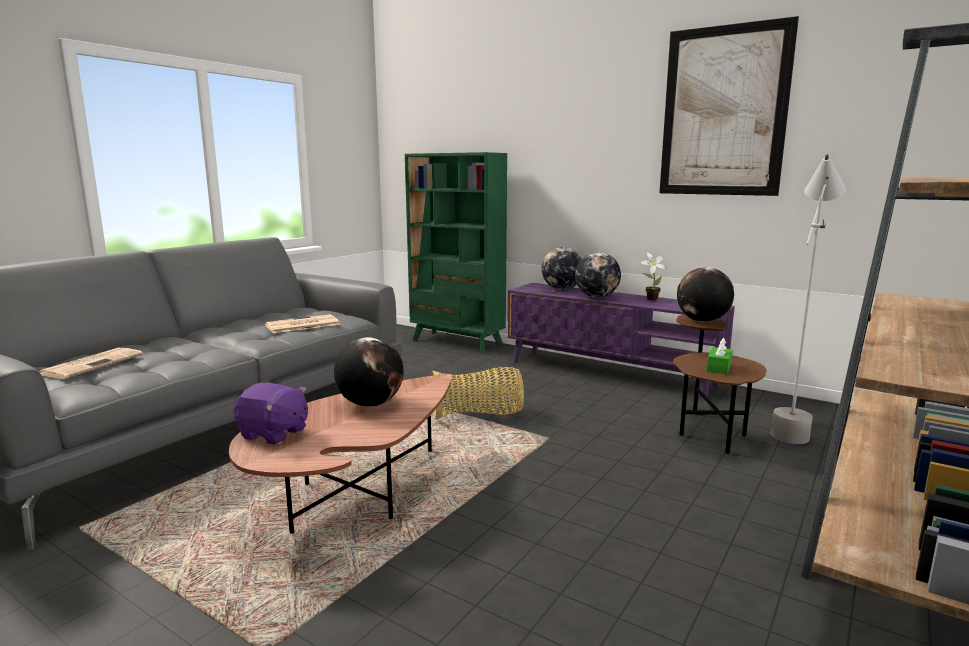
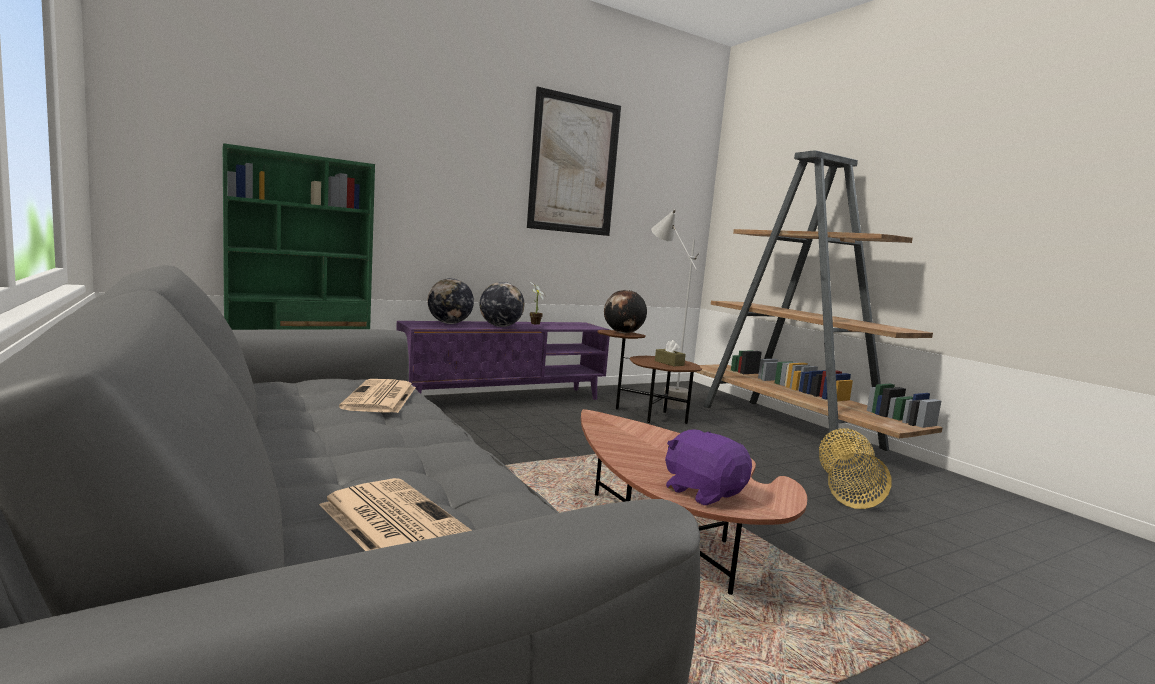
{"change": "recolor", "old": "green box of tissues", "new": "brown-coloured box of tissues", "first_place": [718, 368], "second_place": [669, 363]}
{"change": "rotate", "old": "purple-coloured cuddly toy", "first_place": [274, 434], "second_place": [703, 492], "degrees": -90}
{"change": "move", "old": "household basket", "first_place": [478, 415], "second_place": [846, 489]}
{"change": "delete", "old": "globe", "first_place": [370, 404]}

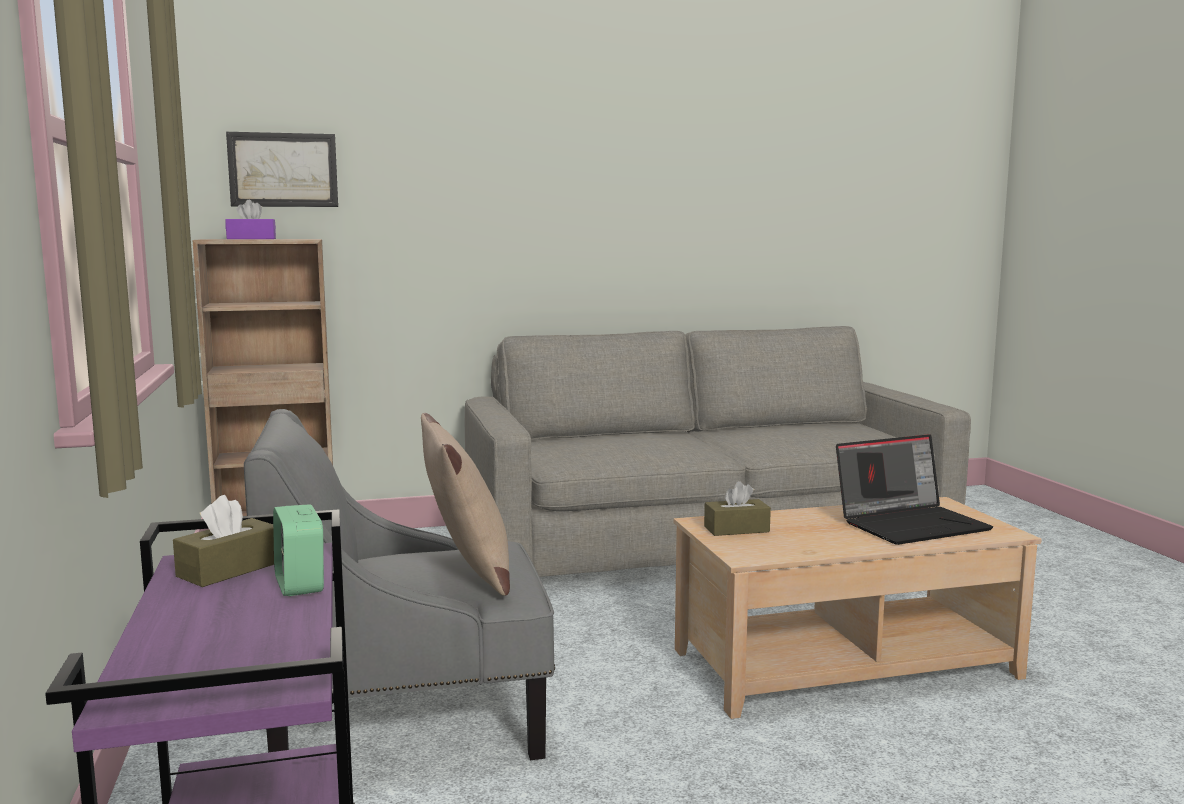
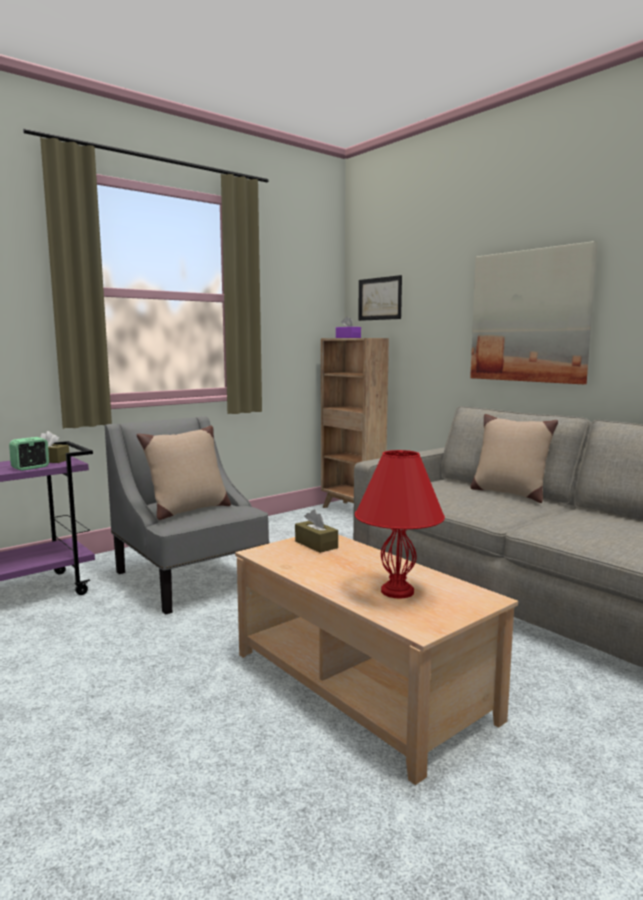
{"change": "replace", "old": "portable computer", "new": "red lamp for a table", "first_place": [911, 524], "second_place": [398, 591]}
{"change": "insert", "new": "wall picture", "second_place": [530, 316]}
{"change": "insert", "new": "sand-coloured cushion", "second_place": [508, 493]}

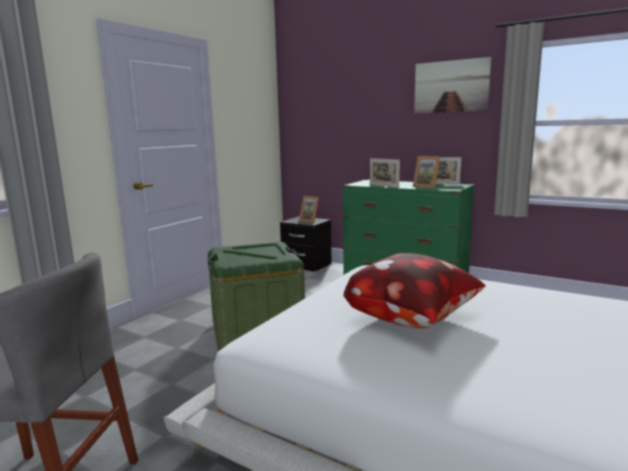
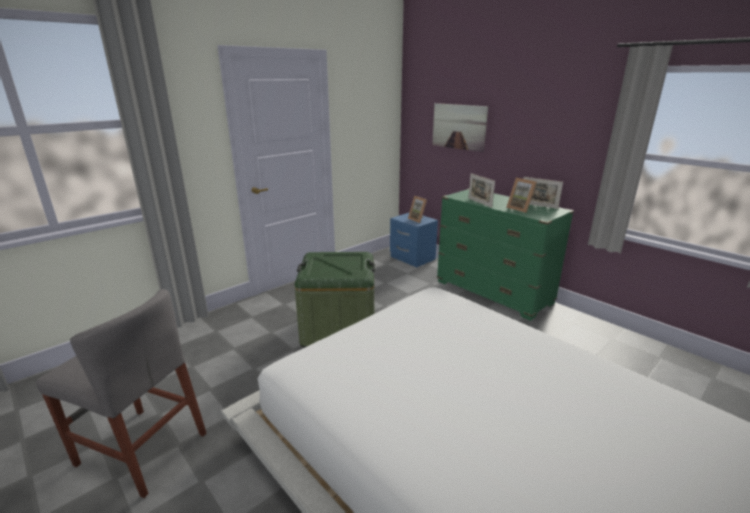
{"change": "recolor", "old": "black nightstand", "new": "blue nightstand", "first_place": [306, 265], "second_place": [412, 258]}
{"change": "move", "old": "wall picture", "first_place": [451, 86], "second_place": [459, 126]}
{"change": "delete", "old": "cushion", "first_place": [414, 320]}

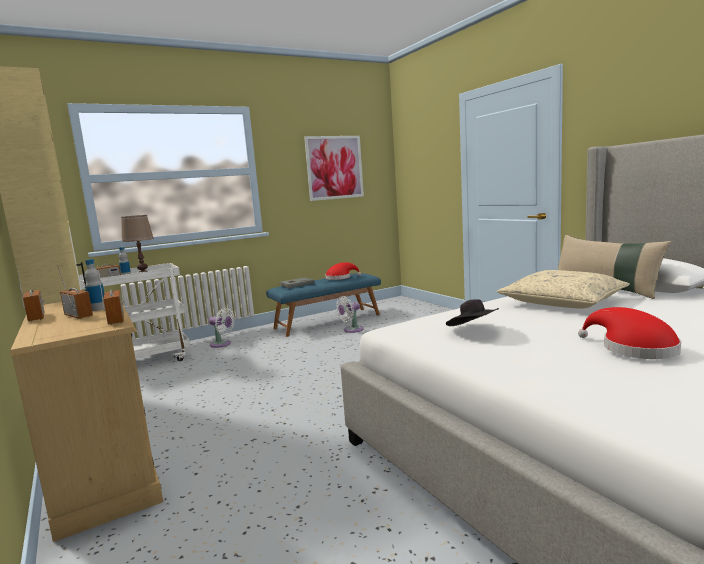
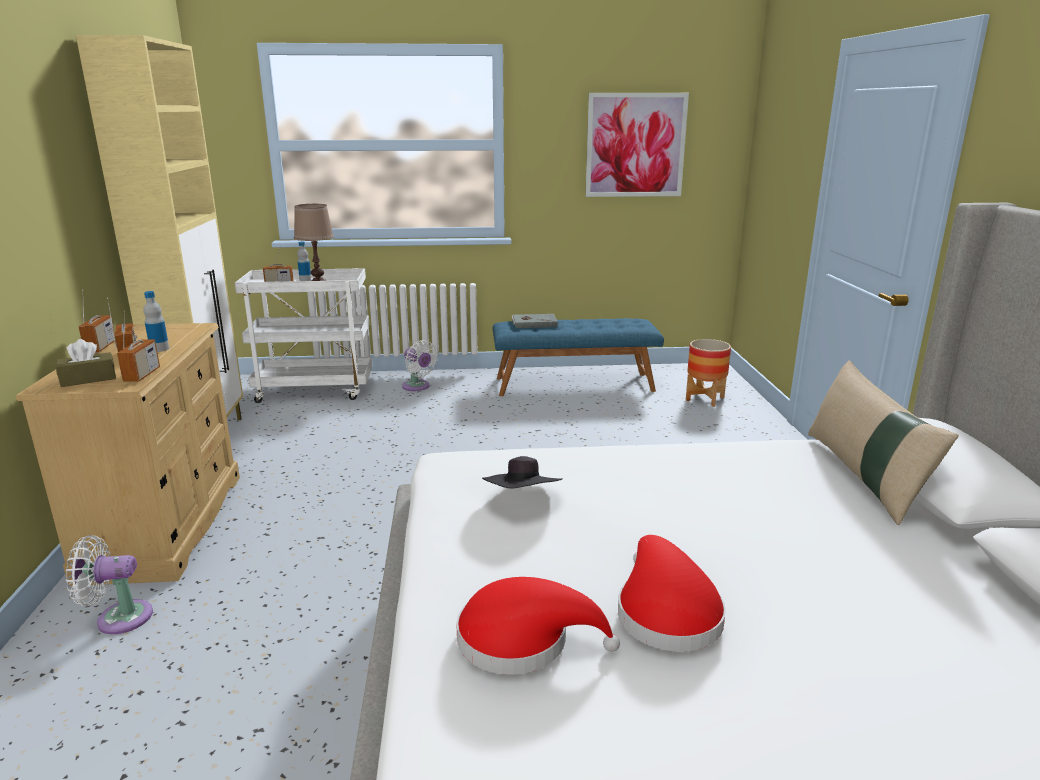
{"change": "insert", "new": "brown-coloured box of tissues", "second_place": [88, 379]}
{"change": "move", "old": "white-coloured fan", "first_place": [351, 330], "second_place": [118, 618]}
{"change": "move", "old": "red clothing hat", "first_place": [340, 278], "second_place": [522, 640]}
{"change": "insert", "new": "flower pot", "second_place": [705, 399]}
{"change": "delete", "old": "sand-coloured cushion", "first_place": [562, 302]}

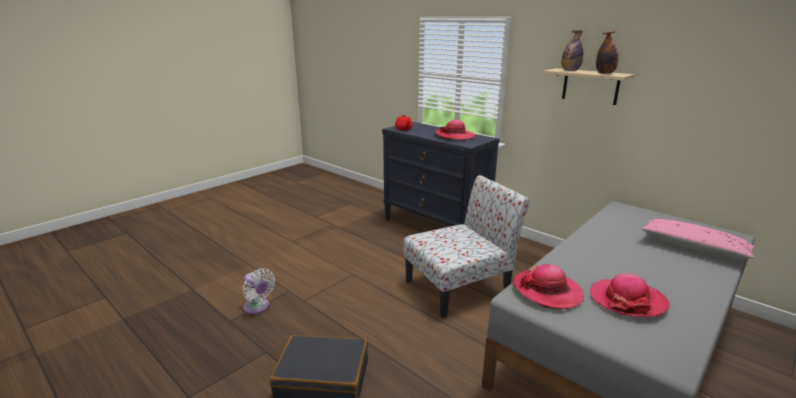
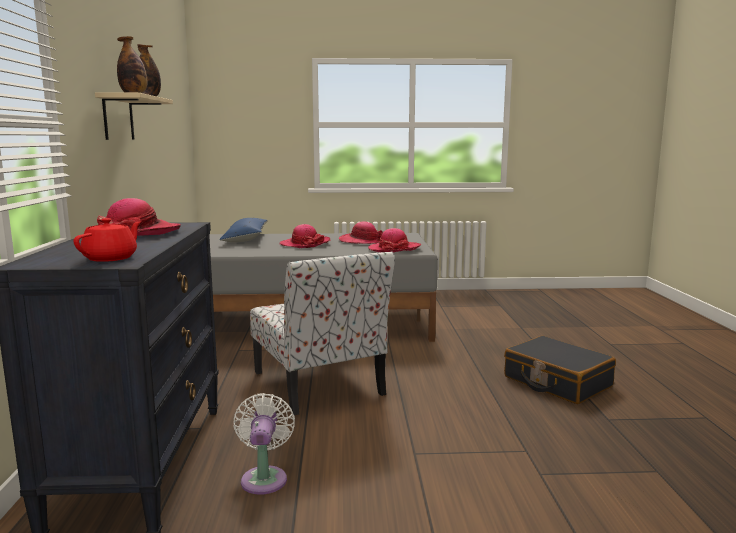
{"change": "recolor", "old": "pinkish cushion", "new": "blue cushion", "first_place": [693, 247], "second_place": [245, 239]}
{"change": "move", "old": "white-coloured fan", "first_place": [258, 307], "second_place": [264, 477]}
{"change": "rotate", "old": "upright chair", "first_place": [460, 286], "second_place": [319, 384], "degrees": -135}
{"change": "insert", "new": "clothing hat", "second_place": [305, 244]}

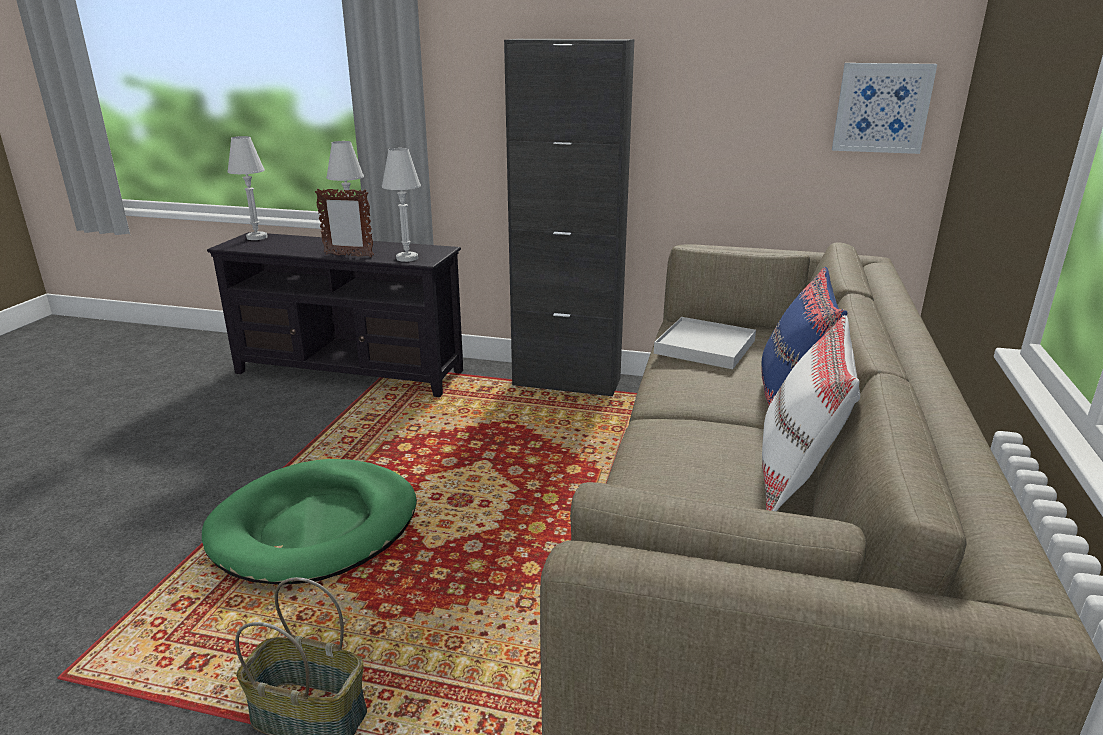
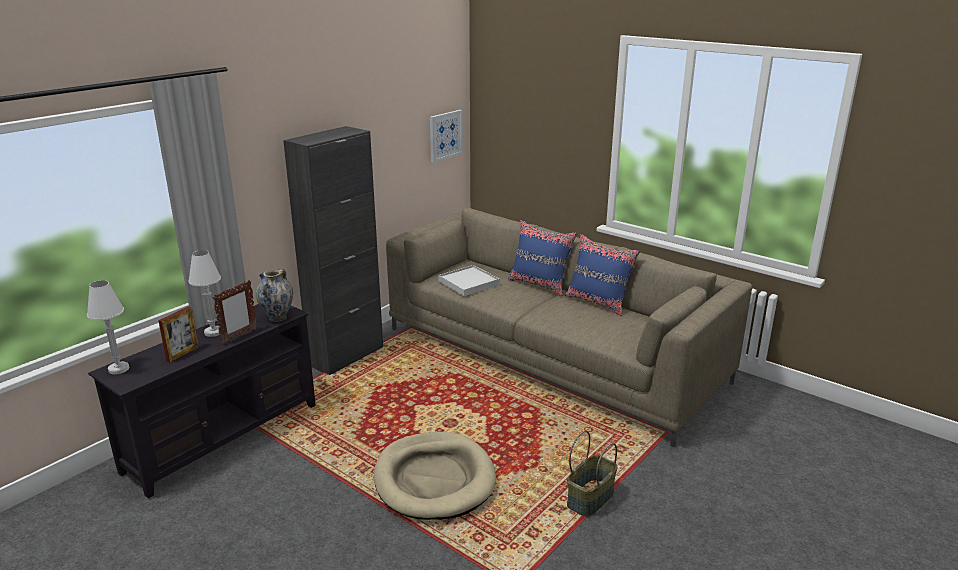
{"change": "insert", "new": "picture frame", "second_place": [183, 354]}
{"change": "replace", "old": "white-coloured lamp for a table", "new": "vase", "first_place": [407, 258], "second_place": [277, 318]}
{"change": "recolor", "old": "green pet bed", "new": "sand-coloured pet bed", "first_place": [316, 527], "second_place": [434, 479]}
{"change": "recolor", "old": "white-coloured cushion", "new": "blue cushion", "first_place": [797, 477], "second_place": [598, 303]}

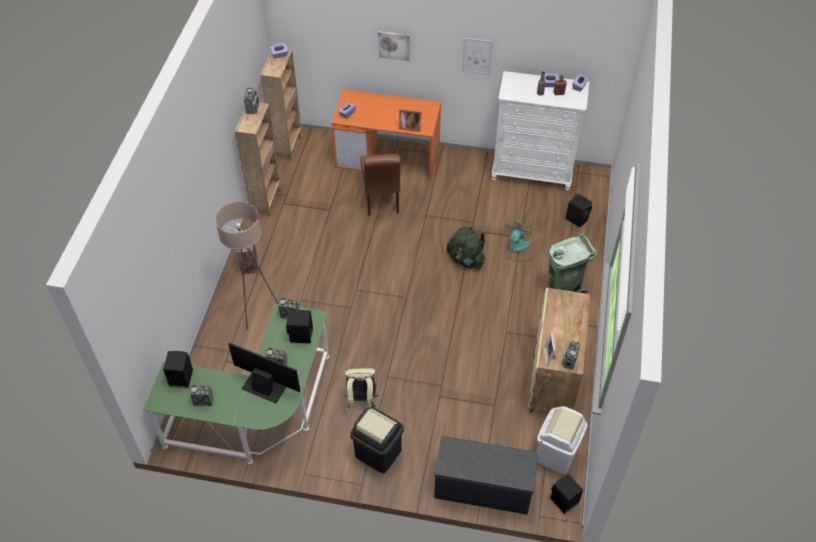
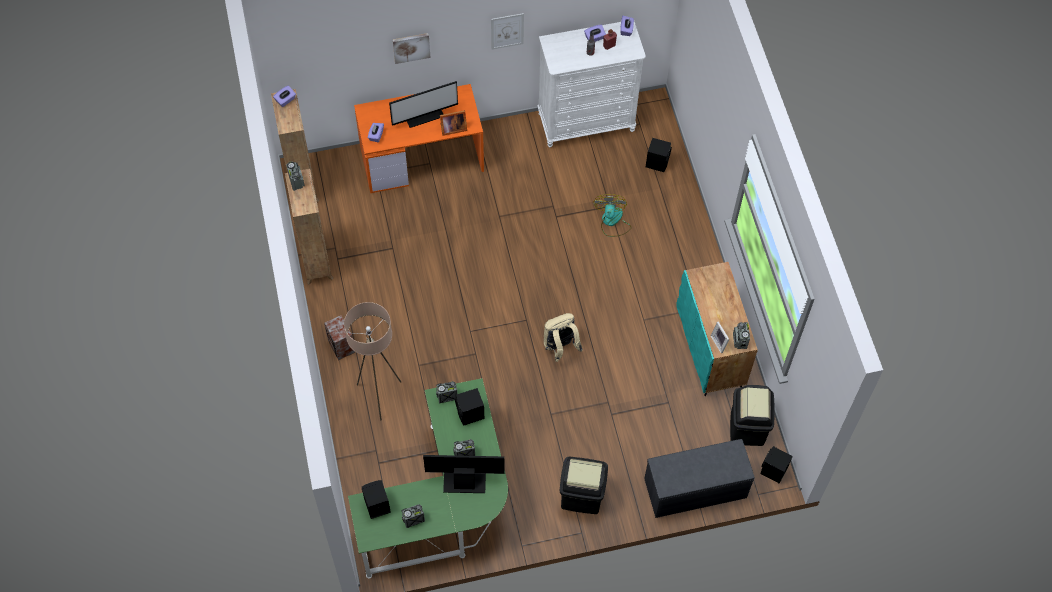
{"change": "insert", "new": "monitor", "second_place": [423, 114]}
{"change": "move", "old": "sand-coloured rucksack", "first_place": [361, 401], "second_place": [560, 347]}
{"change": "recolor", "old": "sand-coloured cabinet", "new": "turquoise cabinet", "first_place": [553, 376], "second_place": [710, 350]}
{"change": "recolor", "old": "white-coloured trash can", "new": "black trash can", "first_place": [556, 454], "second_place": [747, 428]}
{"change": "delete", "old": "brown-coloured upright chair", "first_place": [382, 200]}
{"change": "delete", "old": "green rucksack", "first_place": [465, 259]}
{"change": "delete", "old": "green trash can", "first_place": [564, 289]}

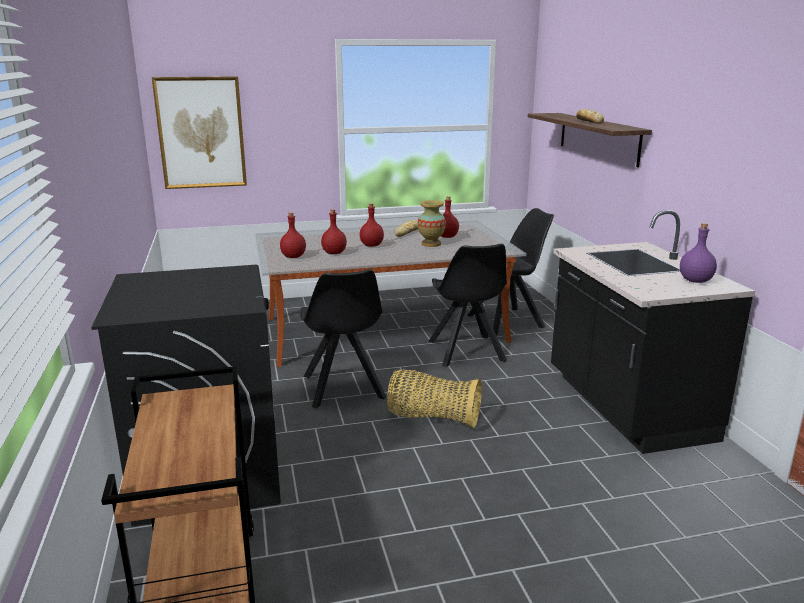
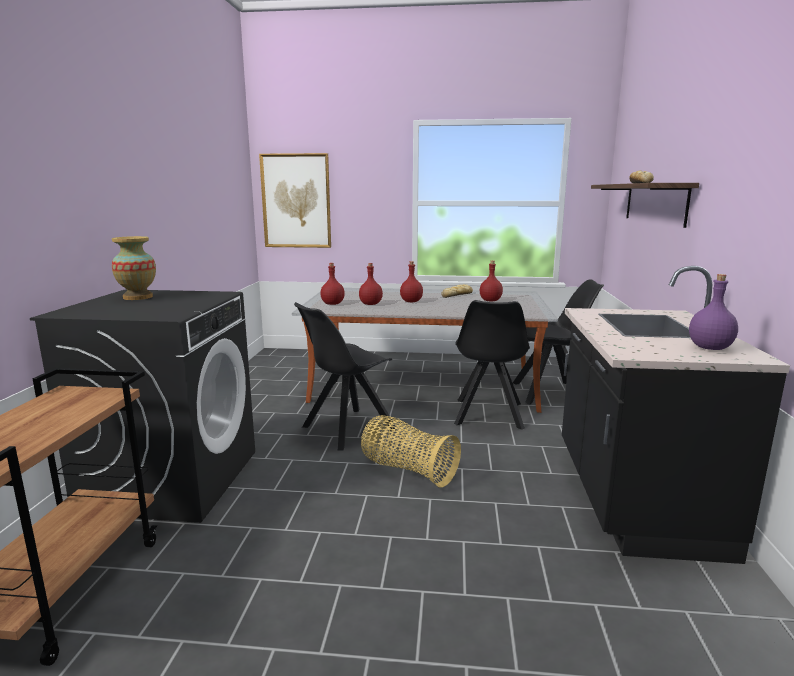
{"change": "move", "old": "vase", "first_place": [431, 244], "second_place": [137, 297]}
{"change": "rotate", "old": "black upright chair", "first_place": [343, 388], "second_place": [346, 429], "degrees": 45}

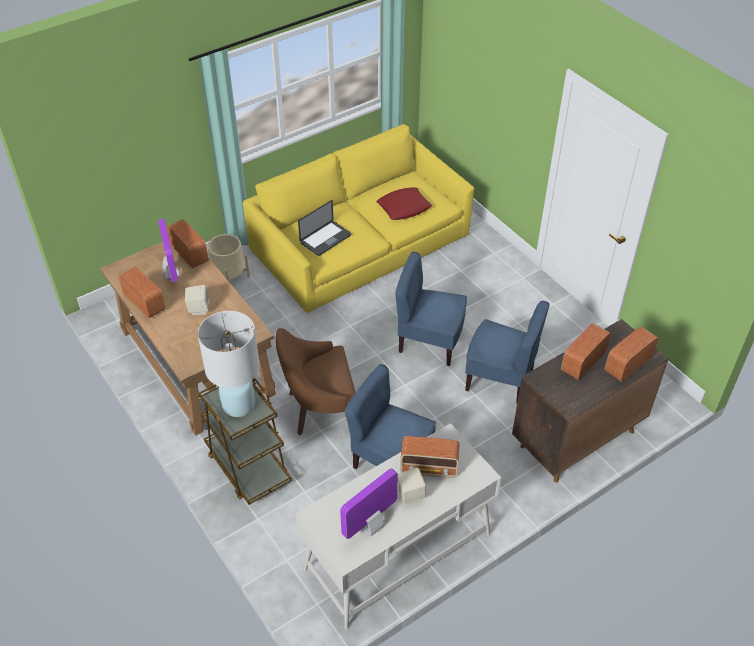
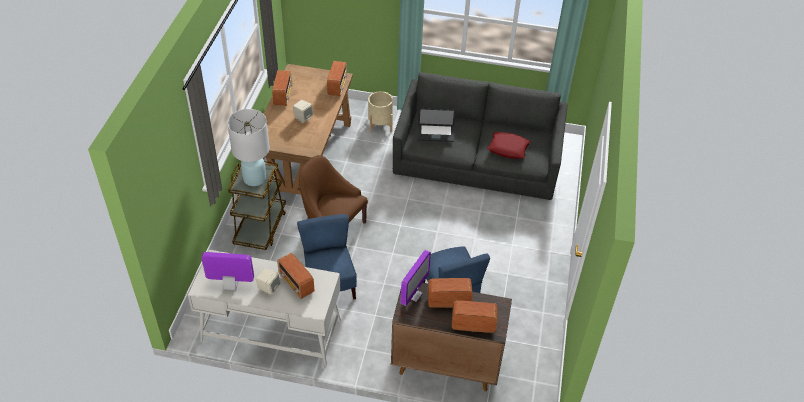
{"change": "recolor", "old": "yellow settee", "new": "gray settee", "first_place": [360, 243], "second_place": [478, 158]}
{"change": "move", "old": "monitor", "first_place": [171, 273], "second_place": [413, 294]}
{"change": "delete", "old": "blue upright chair", "first_place": [429, 341]}

